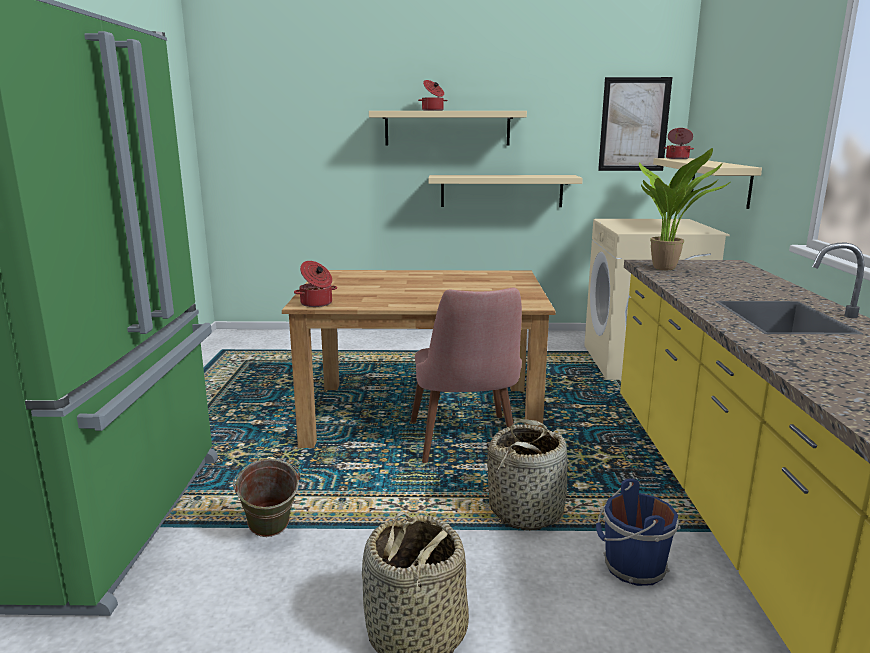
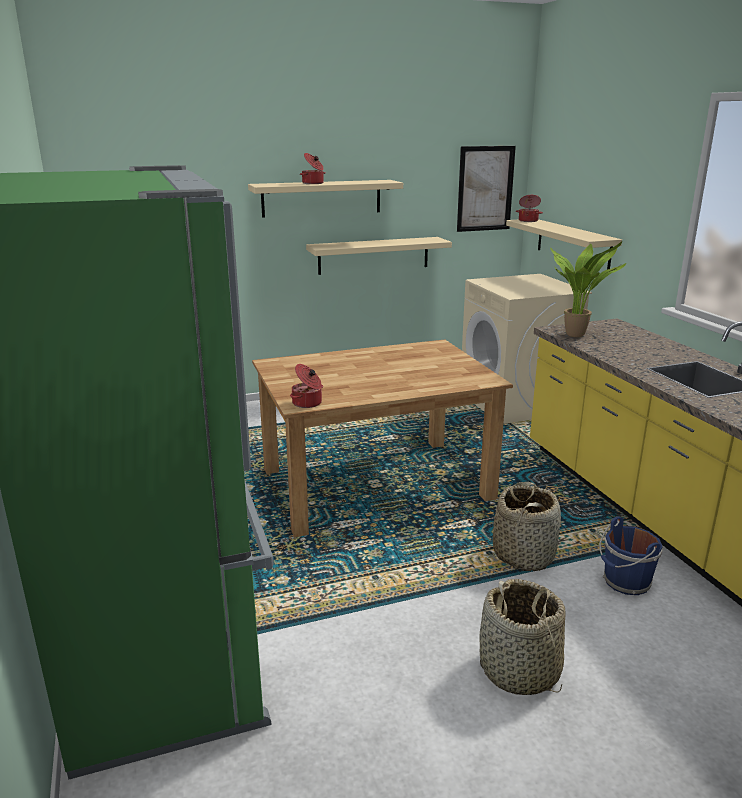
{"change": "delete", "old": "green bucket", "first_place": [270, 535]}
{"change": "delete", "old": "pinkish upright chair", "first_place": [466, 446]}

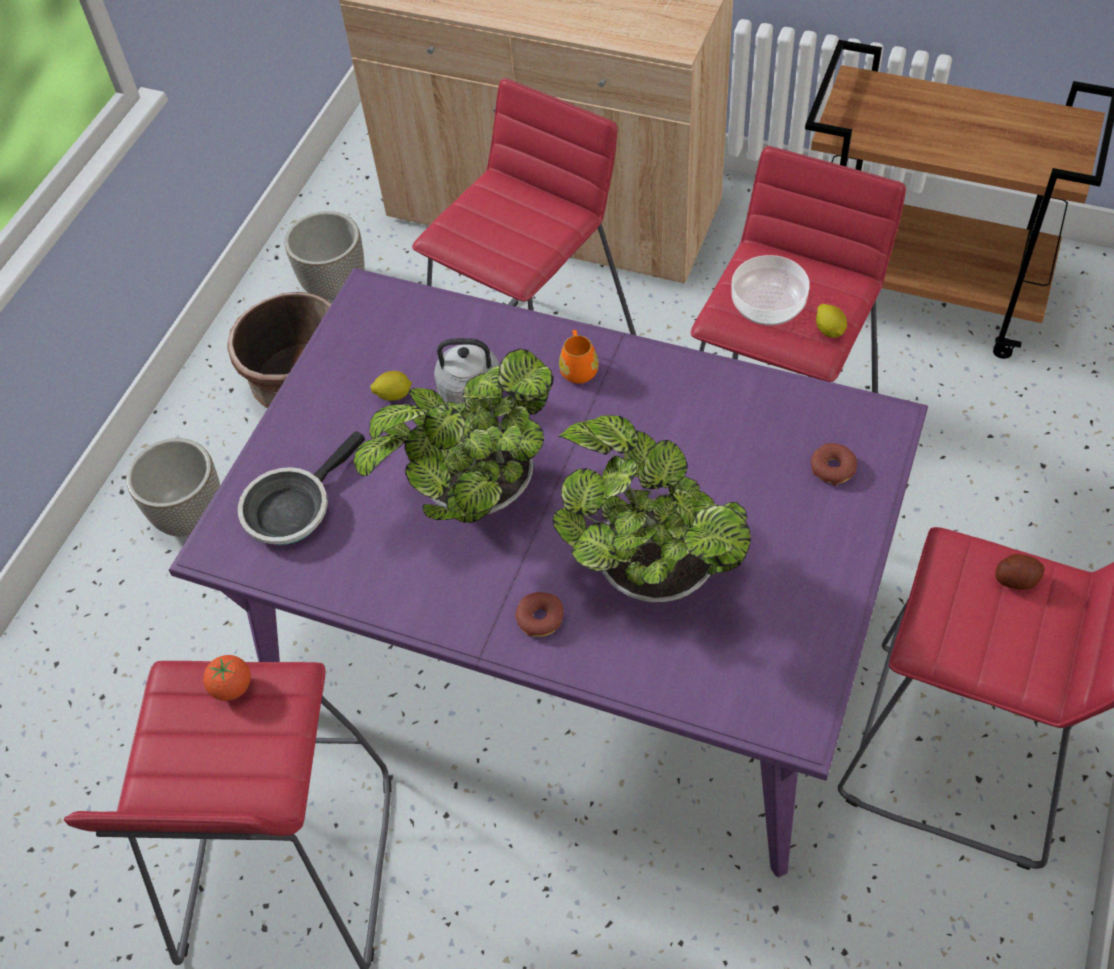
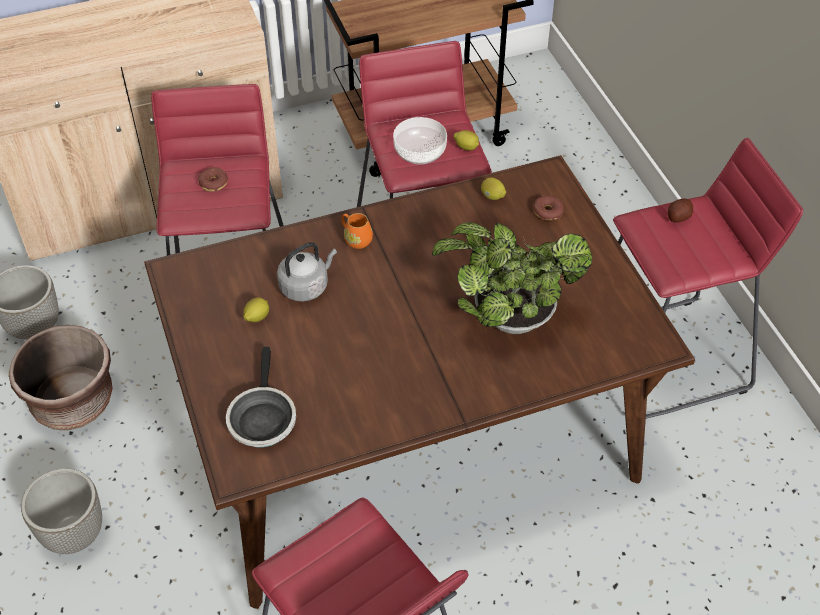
{"change": "recolor", "old": "purple-coloured dining table", "new": "brown-coloured dining table", "first_place": [569, 640], "second_place": [408, 440]}
{"change": "move", "old": "donut", "first_place": [540, 618], "second_place": [213, 183]}
{"change": "insert", "new": "lemon", "second_place": [492, 196]}
{"change": "delete", "old": "fresh tomato", "first_place": [232, 687]}
{"change": "delete", "old": "potted plant", "first_place": [473, 496]}

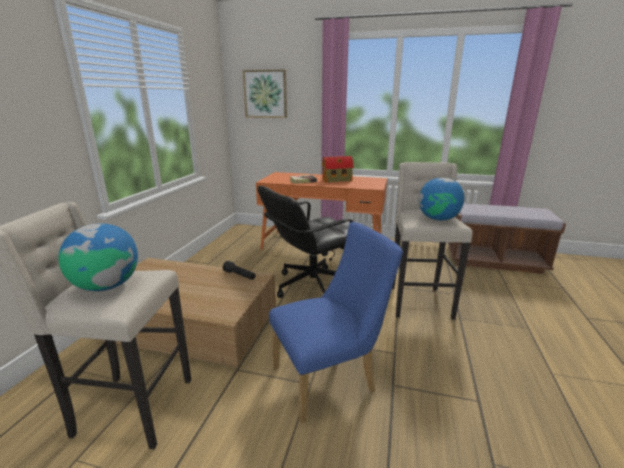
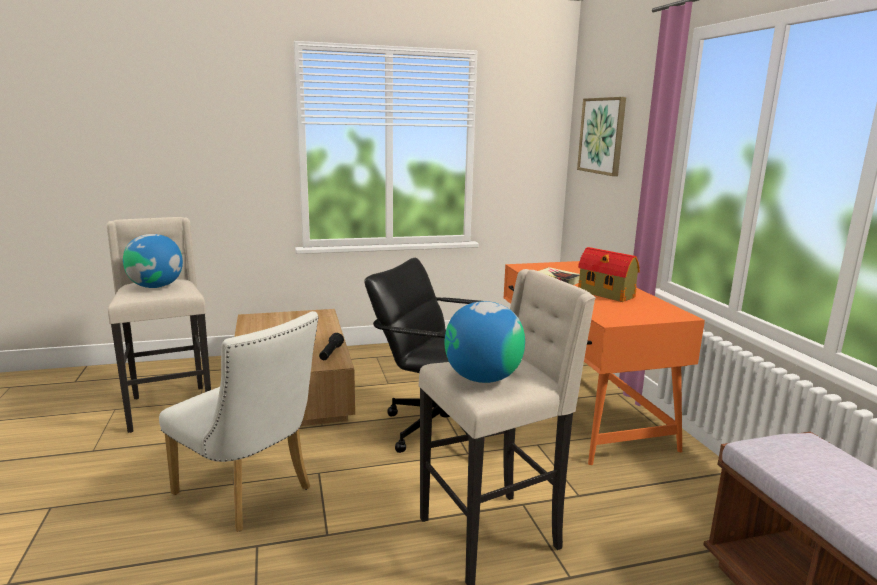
{"change": "recolor", "old": "blue upright chair", "new": "white-coloured upright chair", "first_place": [330, 378], "second_place": [249, 494]}

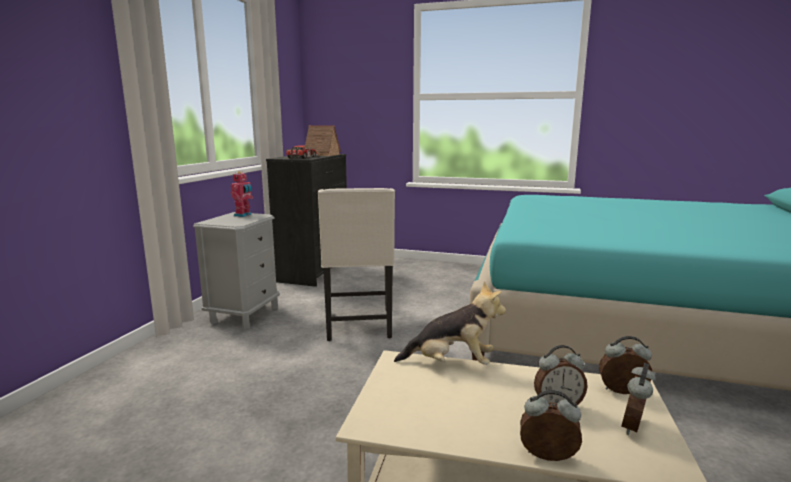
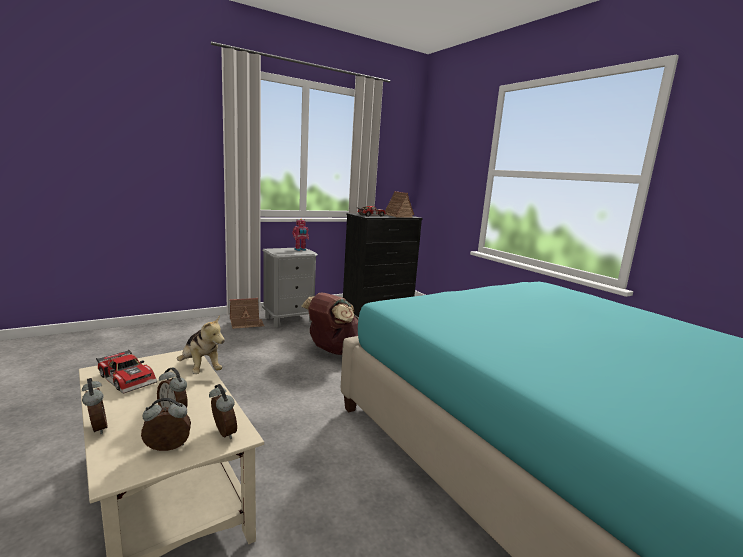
{"change": "insert", "new": "miniature car", "second_place": [129, 378]}
{"change": "insert", "new": "toy house", "second_place": [246, 324]}
{"change": "replace", "old": "sand-coloured upright chair", "new": "brown-coloured rucksack", "first_place": [358, 325], "second_place": [333, 351]}

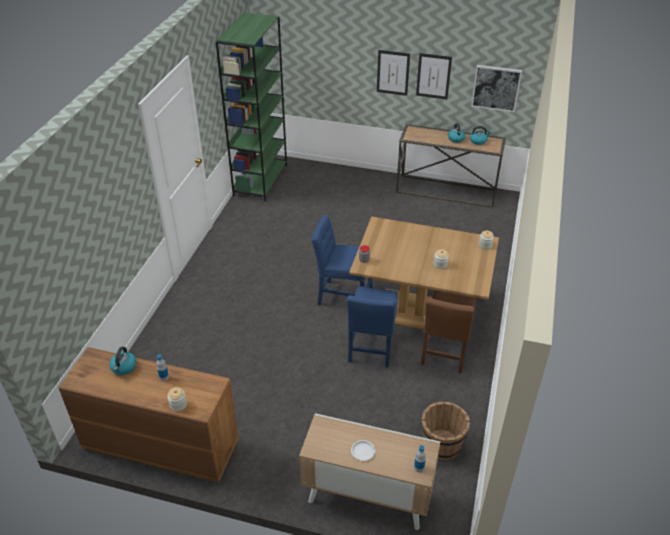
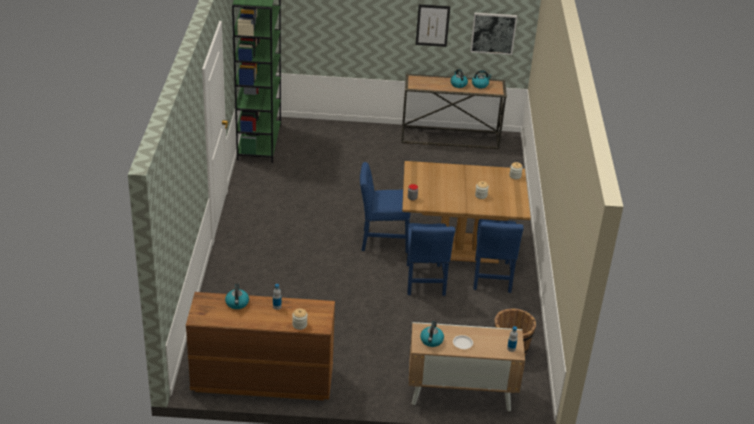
{"change": "insert", "new": "kettle", "second_place": [431, 341]}
{"change": "recolor", "old": "brown-coloured upright chair", "new": "blue upright chair", "first_place": [444, 353], "second_place": [491, 278]}
{"change": "delete", "old": "wall picture", "first_place": [393, 72]}

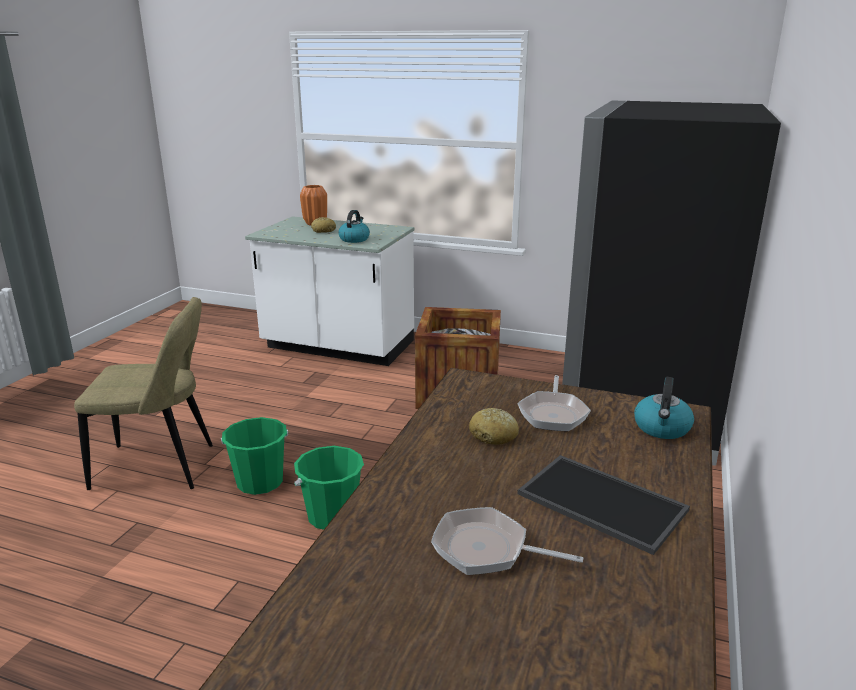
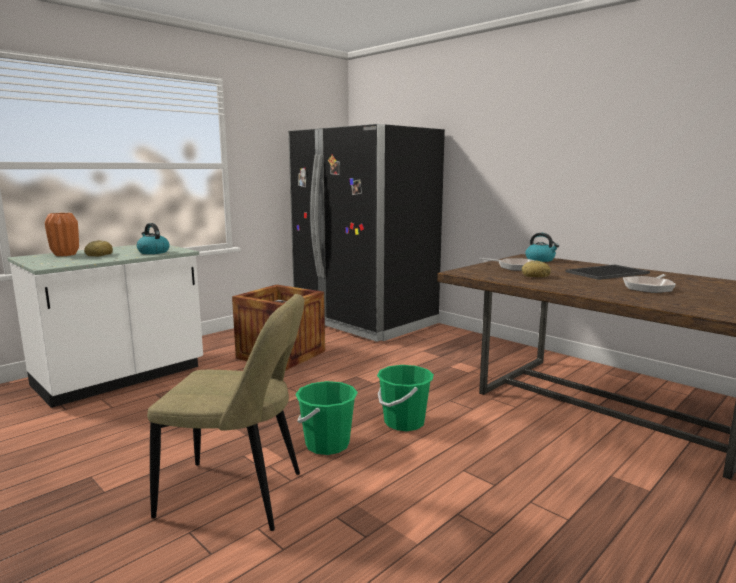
{"change": "rotate", "old": "sand-coloured upright chair", "first_place": [160, 467], "second_place": [238, 496], "degrees": 75}

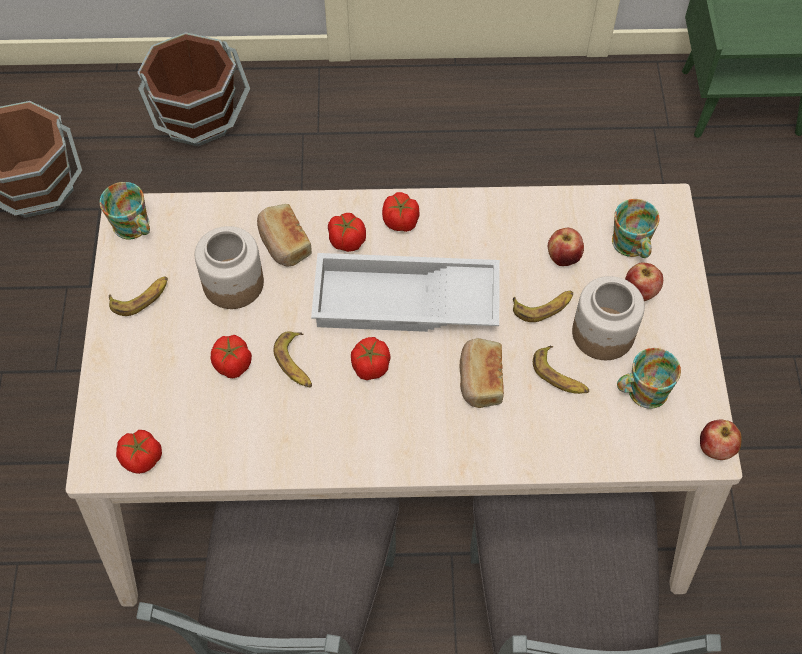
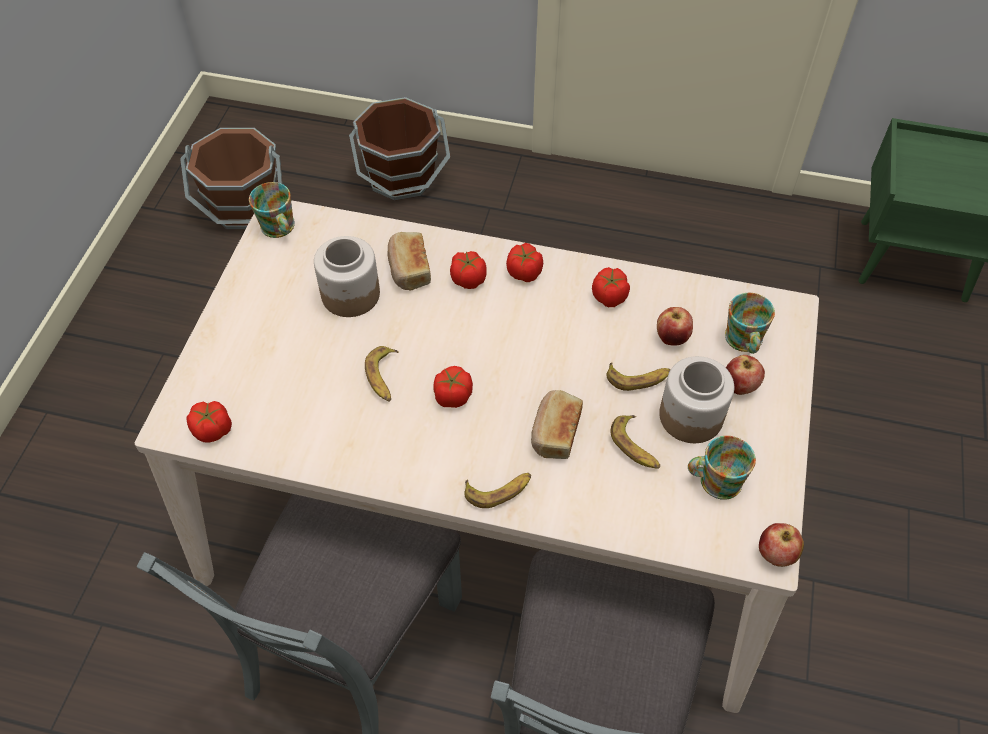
{"change": "move", "old": "banana", "first_place": [141, 298], "second_place": [498, 490]}
{"change": "move", "old": "fresh tomato", "first_place": [233, 364], "second_place": [609, 297]}
{"change": "delete", "old": "white-coloured serving tray", "first_place": [404, 304]}

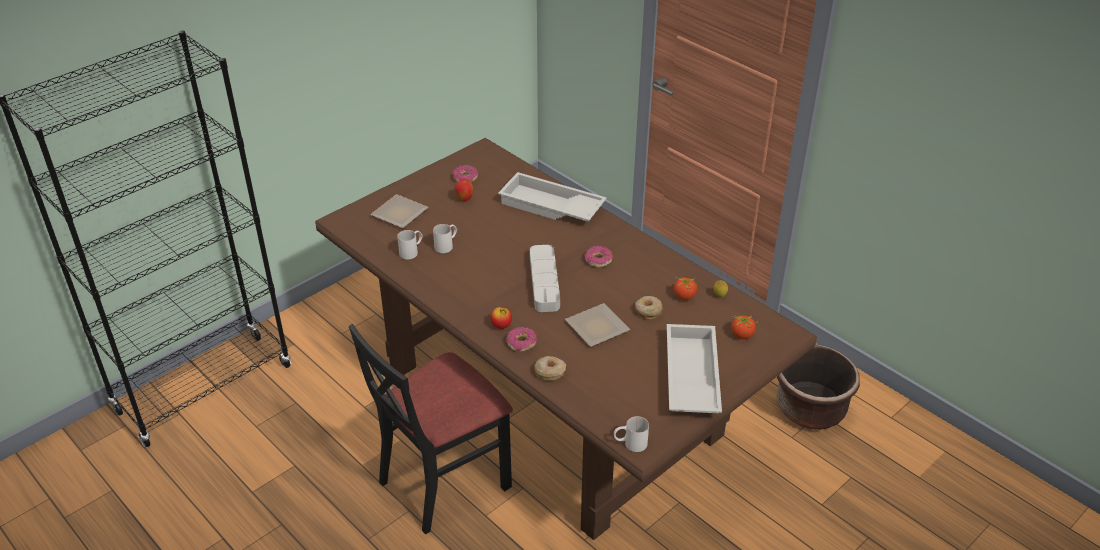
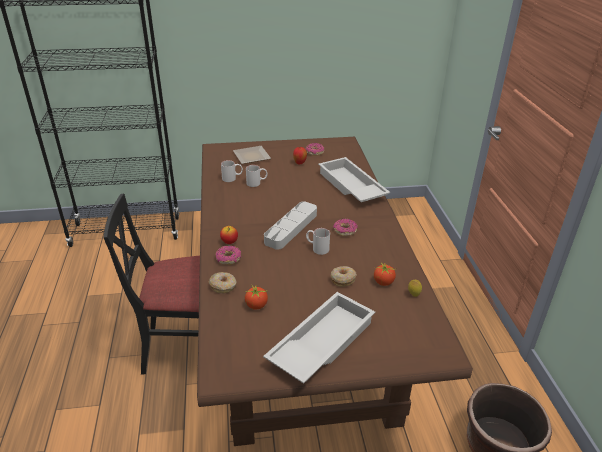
{"change": "move", "old": "fresh tomato", "first_place": [742, 335], "second_place": [256, 305]}
{"change": "move", "old": "white-coloured mug", "first_place": [630, 444], "second_place": [317, 248]}
{"change": "delete", "old": "flat dish", "first_place": [597, 326]}

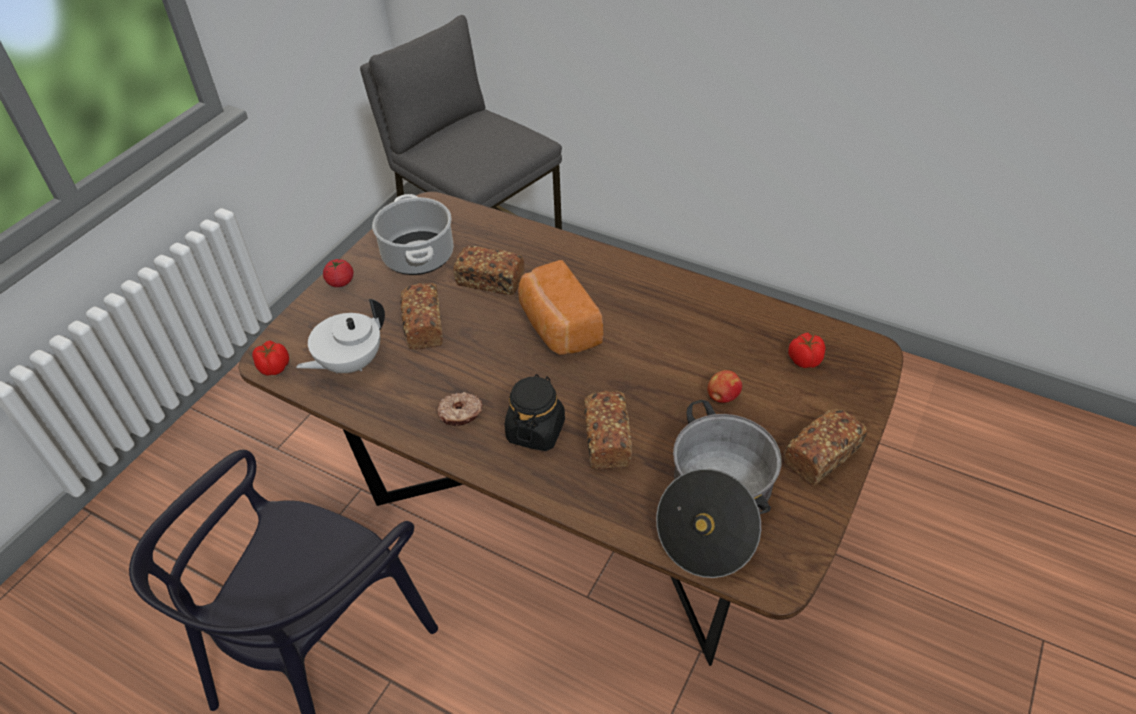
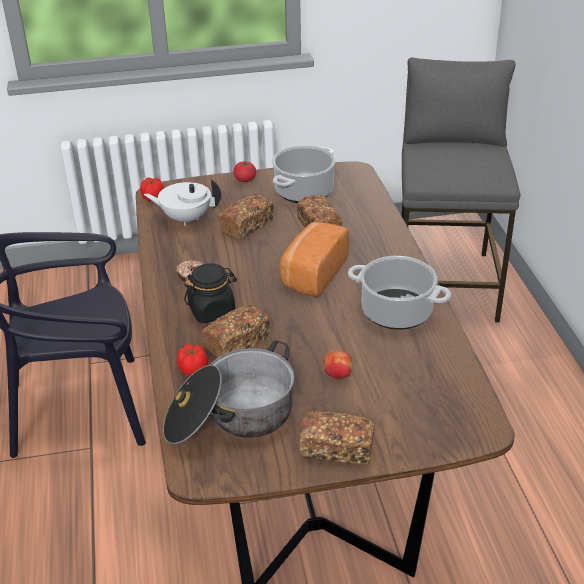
{"change": "move", "old": "fresh tomato", "first_place": [804, 360], "second_place": [193, 369]}
{"change": "insert", "new": "saucepot", "second_place": [397, 312]}

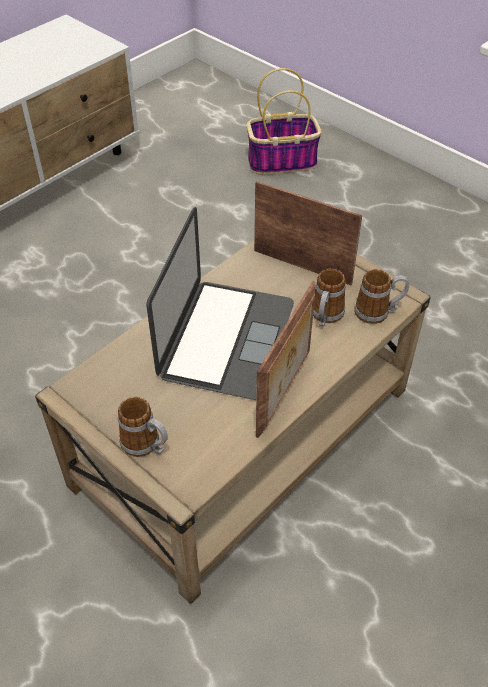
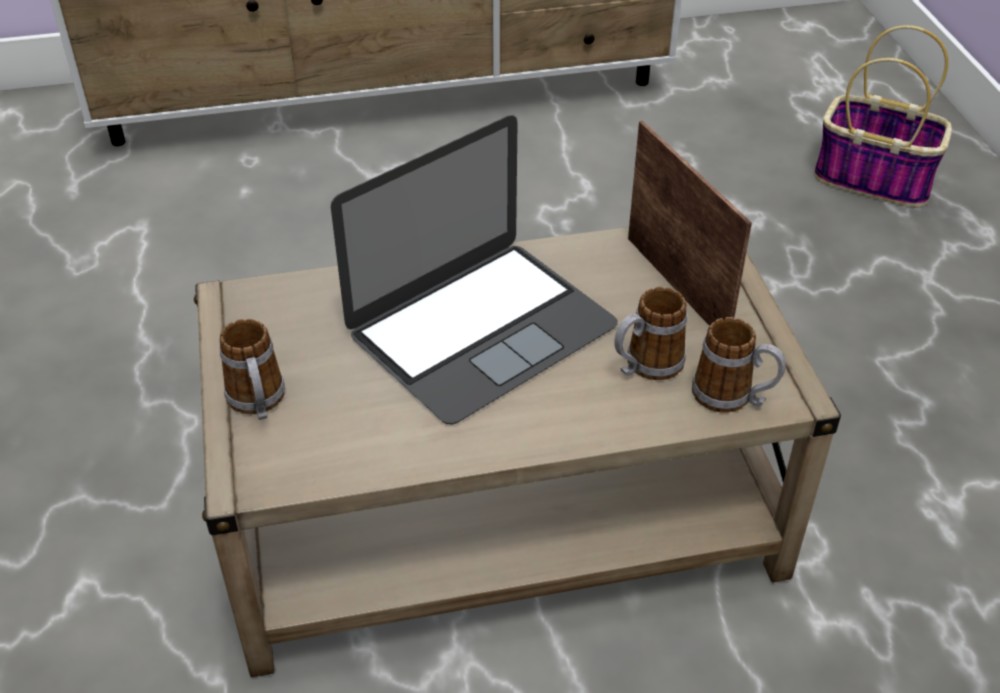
{"change": "delete", "old": "picture frame", "first_place": [285, 392]}

